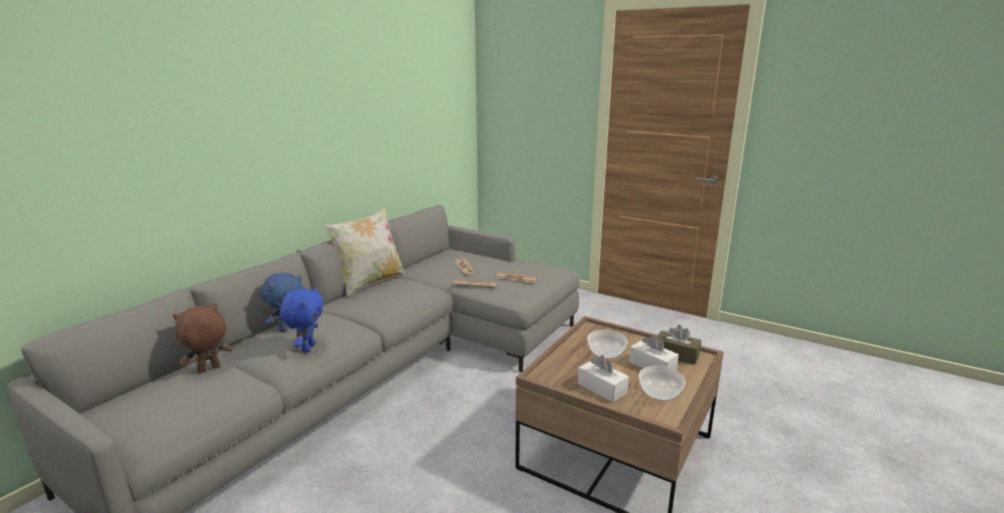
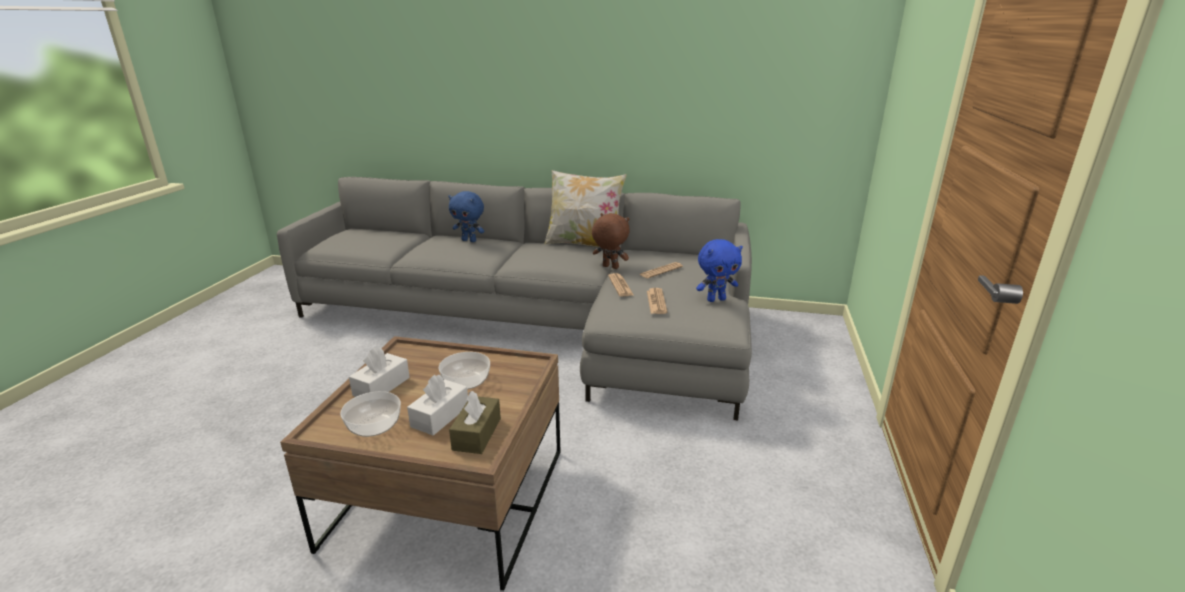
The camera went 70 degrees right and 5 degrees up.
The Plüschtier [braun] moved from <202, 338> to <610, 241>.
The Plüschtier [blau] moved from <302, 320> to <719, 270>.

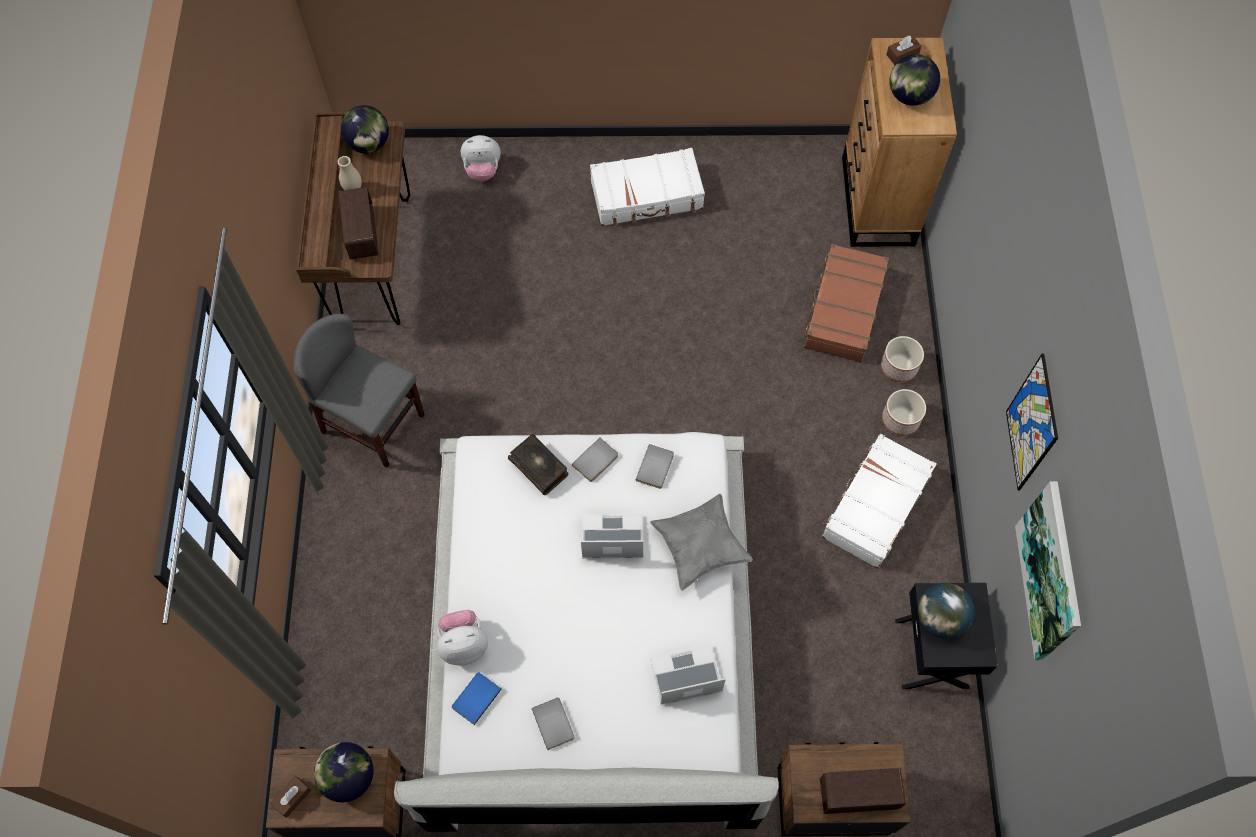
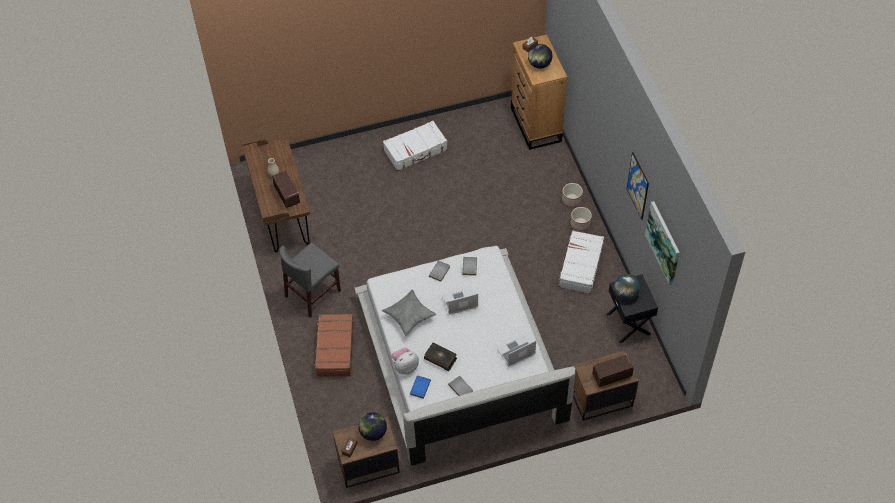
The camera went 15 degrees left and 10 degrees down.
The Stuhl [grau] at <359, 391> turned 60 degrees counterclockwise.
The Koffer [braun] moved from <845, 303> to <334, 345>.
The Kissen [grau] moved from <701, 542> to <409, 313>.
The Buch moved from <538, 464> to <440, 357>.
The Globus at <365, 129> disappeared.
The Plüschtier at <481, 158> disappeared.

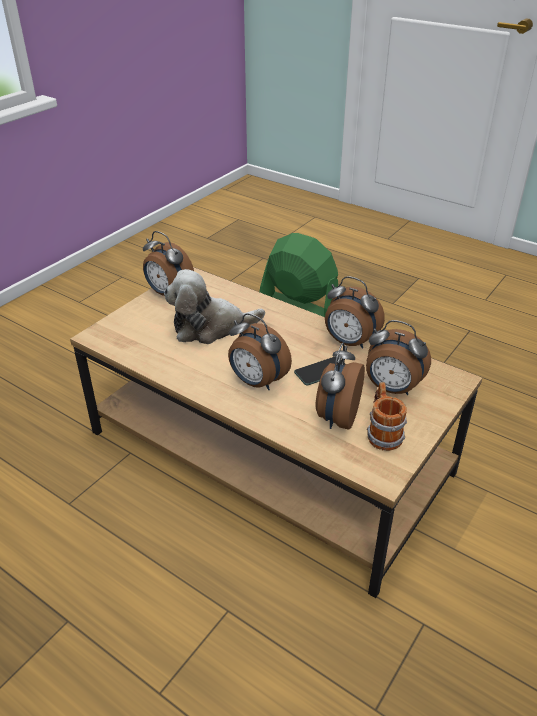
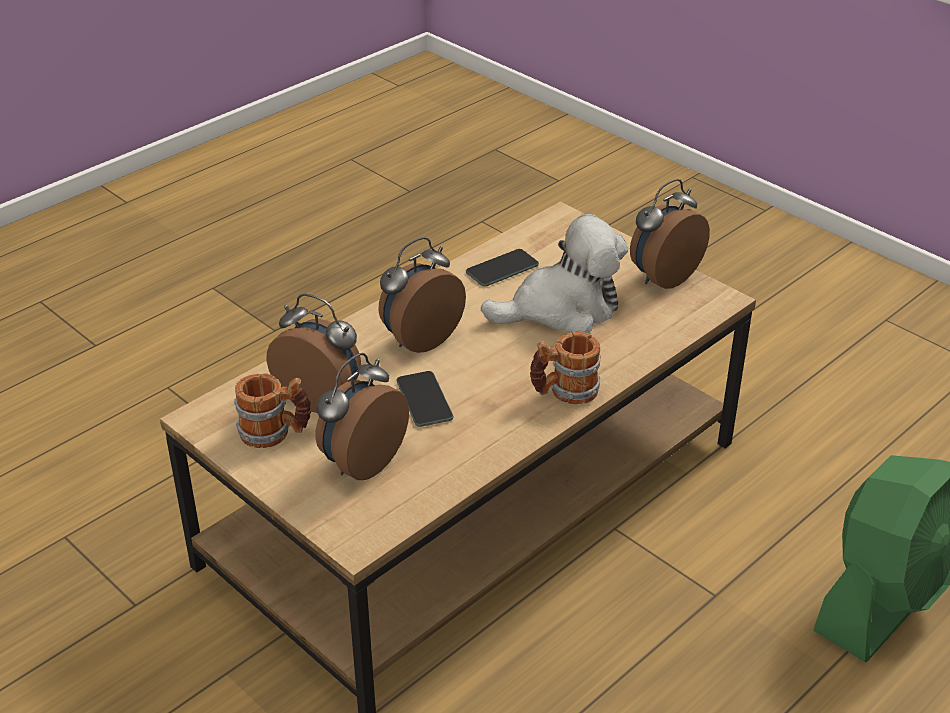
The camera went 100 degrees right and 0 degrees up.
The Handy at <502, 268> appeared.
The Plüschtier at <214, 306> turned 75 degrees clockwise.
The Henkelbecher at <565, 368> appeared.
The Wecker at <355, 312> disappeared.

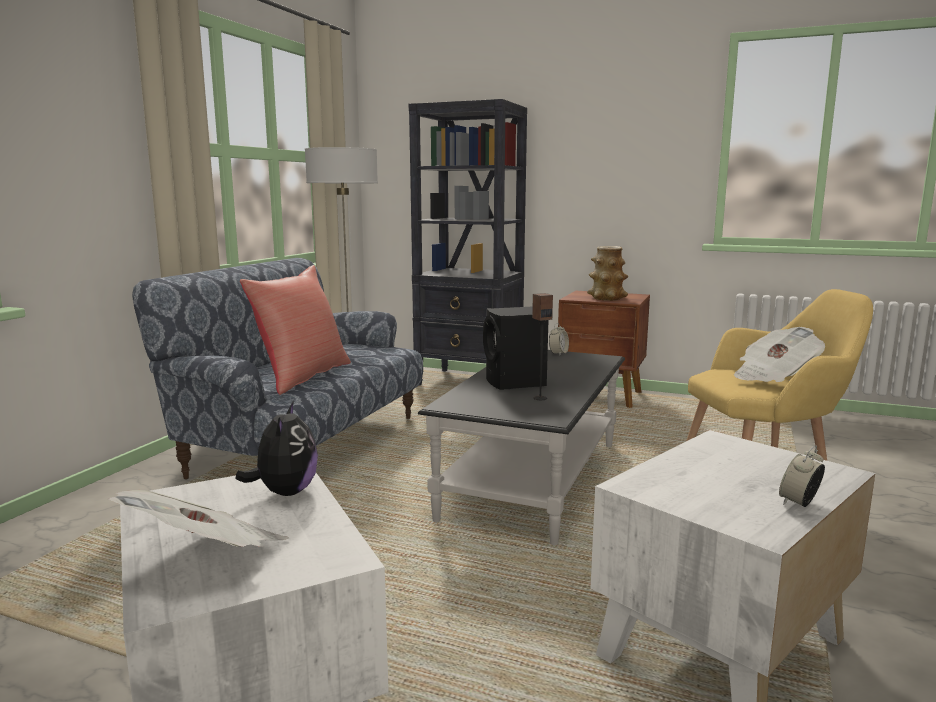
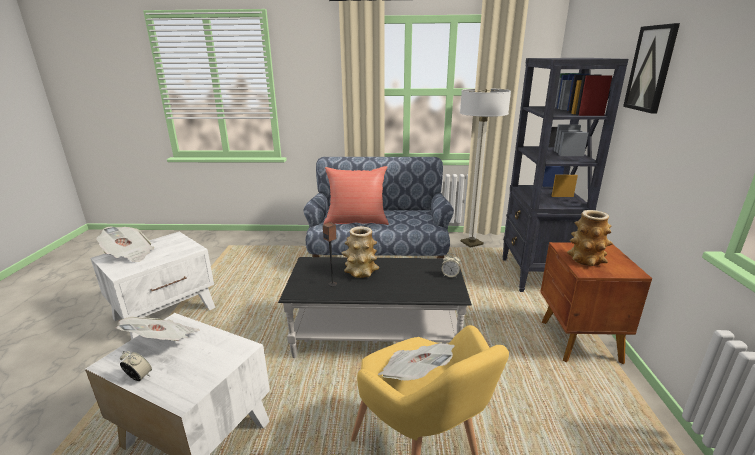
The camera went 70 degrees right and 10 degrees up.
The Zeitung at <158, 329> appeared.
The Lautsprecher [schwarz] at <515, 348> was replaced by the Vase at <360, 252>.
The Bild at <651, 68> appeared.
The Plüschtier at <276, 448> disappeared.

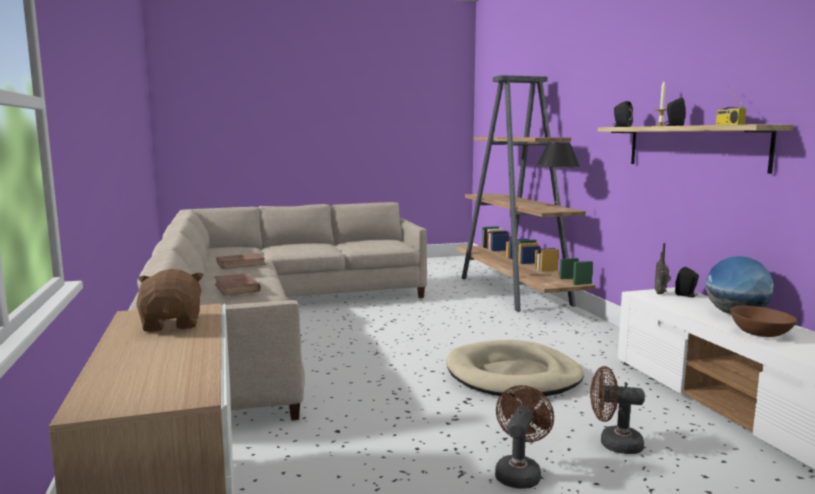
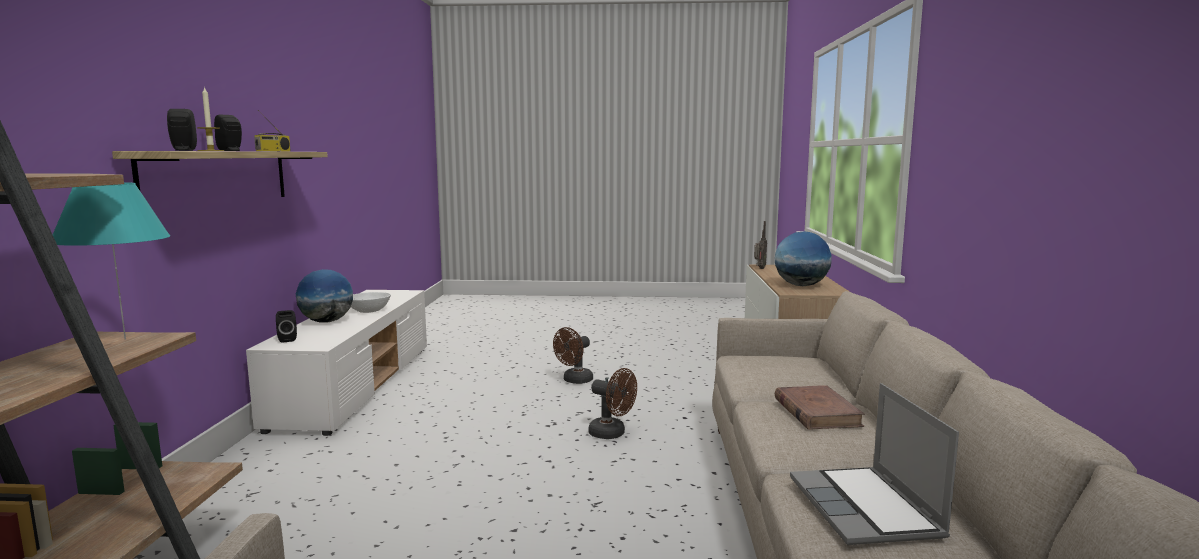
The camera went 160 degrees left and 0 degrees up.
The Tischlampe [schwarz] at <558, 174> became the Tischlampe [türkis] at <111, 261>.
The Schüssel [braun] at <763, 321> became the Schüssel [weiß] at <371, 302>.
The Ventilator [braun] moved from <617, 410> to <612, 403>.
The Radio moved from <663, 268> to <760, 245>.
The Plüschtier [braun] at <170, 300> was replaced by the Globus at <803, 259>.
The Buch [braun] at <241, 261> was replaced by the Laptop at <874, 464>.
The Hundebett [beige] at <515, 368> disappeared.

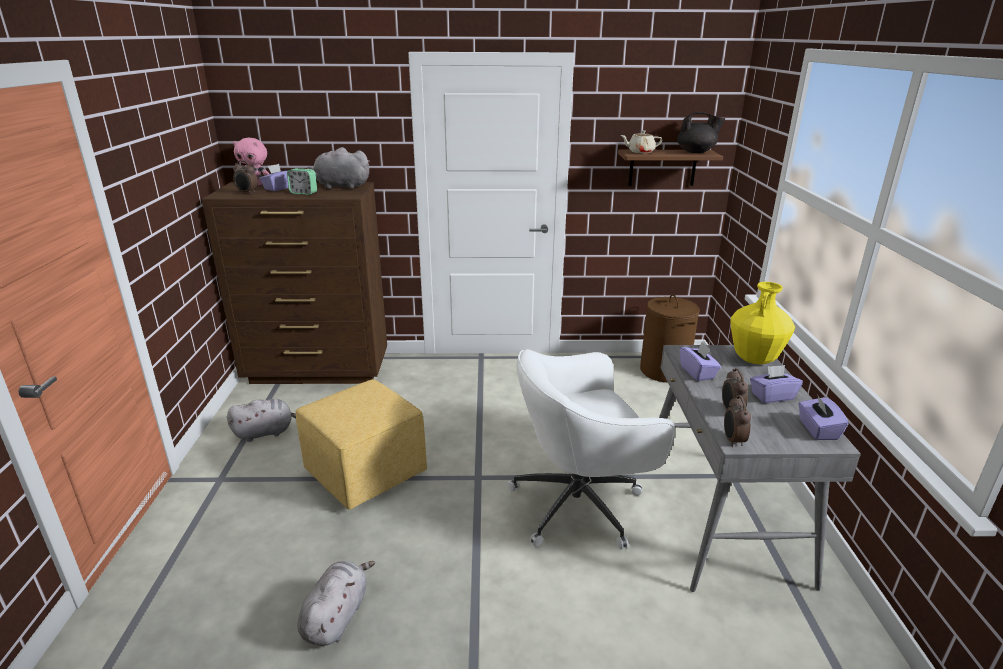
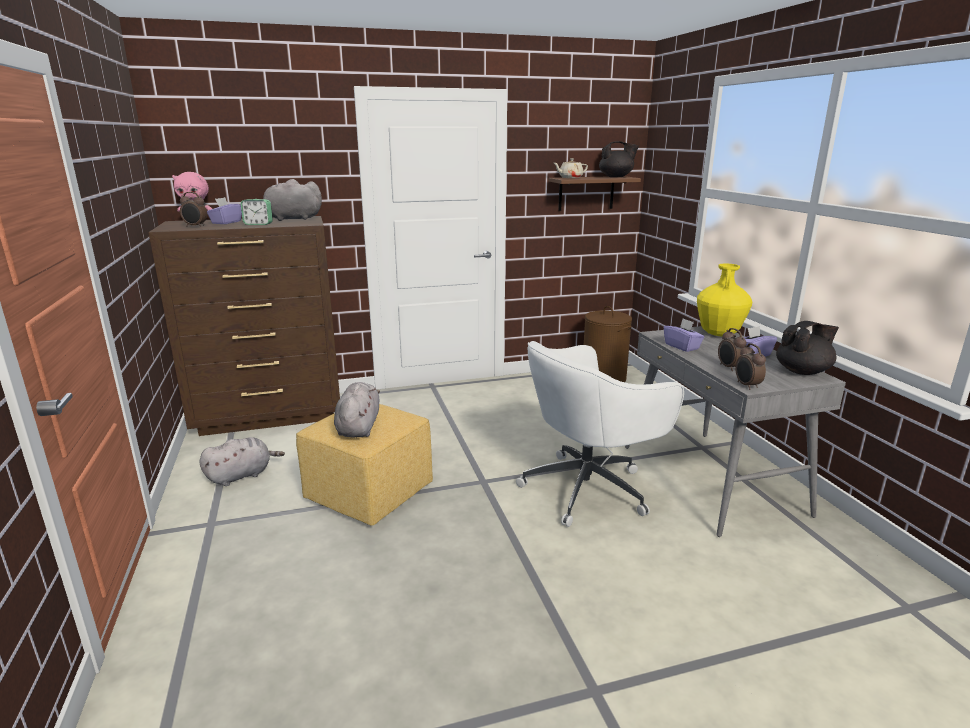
The camera went 15 degrees left and 5 degrees down.
The Plüschtier [grau] moved from <336, 603> to <357, 409>.
The Taschentuchbox [lila] at <823, 417> was replaced by the Teekanne [schwarz] at <807, 348>.

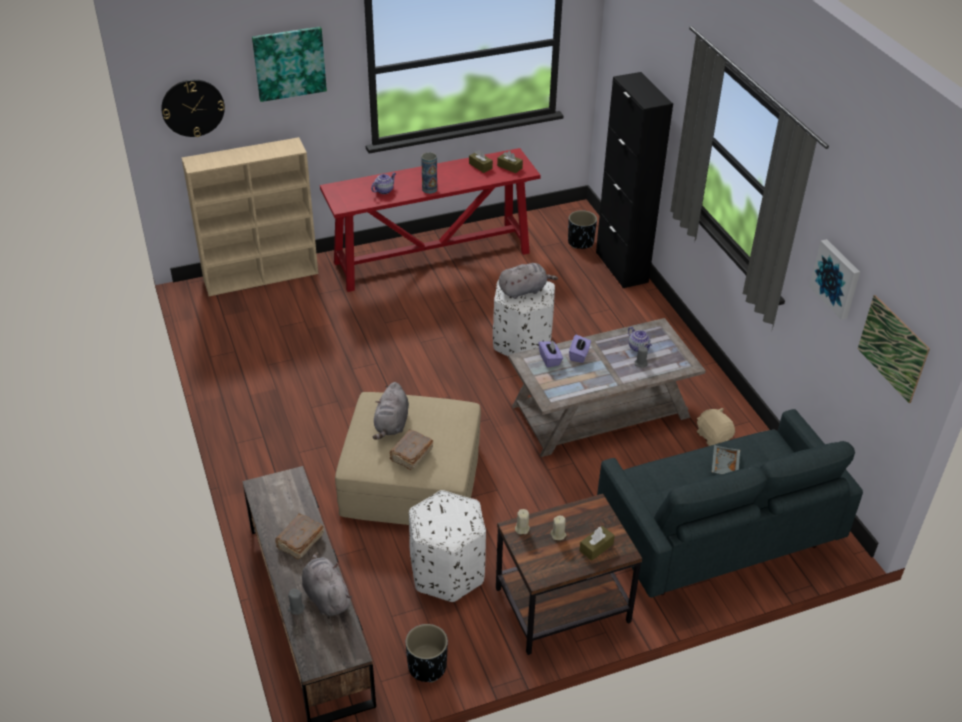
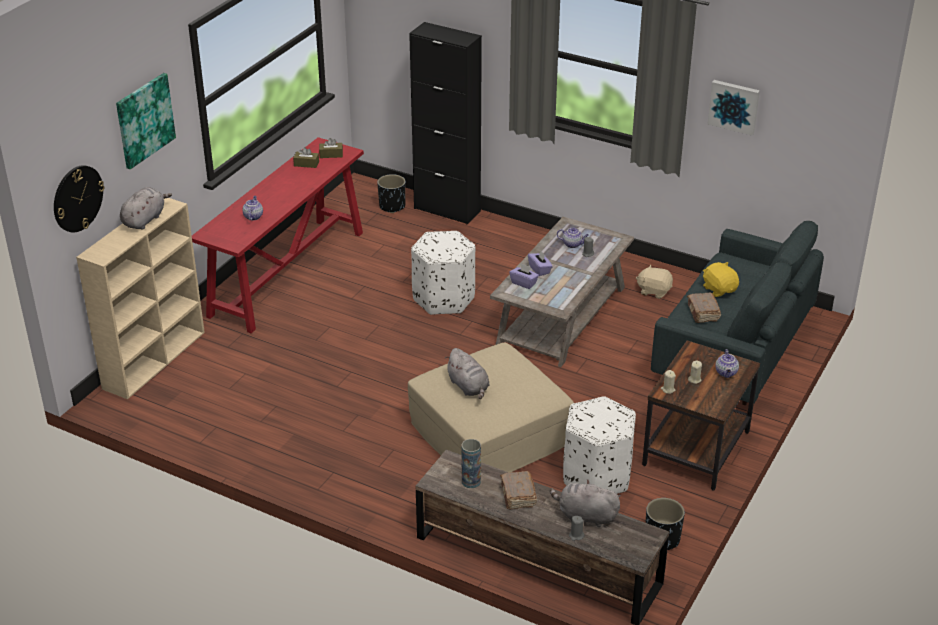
The camera went 40 degrees left and 5 degrees down.
The Plüschtier [grau] moved from <528, 281> to <146, 208>.
The Vase moved from <429, 173> to <471, 463>.
The Buch [braun] moved from <411, 449> to <704, 308>.
The Tablett [grau] at <726, 459> was replaced by the Plüschtier [gelb] at <721, 279>.
The Taschentuchbox [braun] at <597, 543> was replaced by the Teekanne at <727, 363>.
The Bild at <894, 349> disappeared.

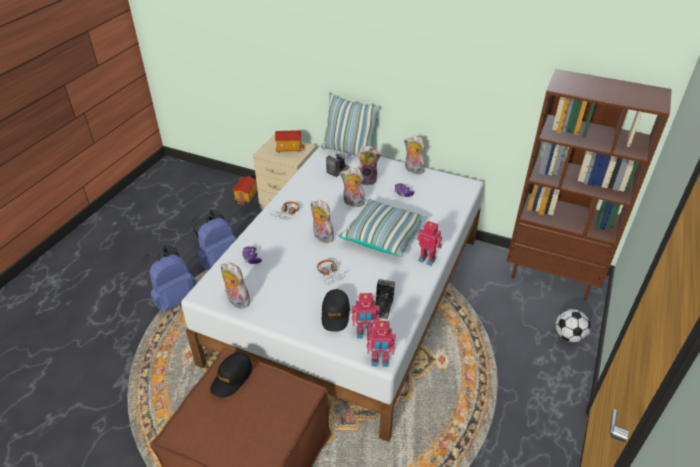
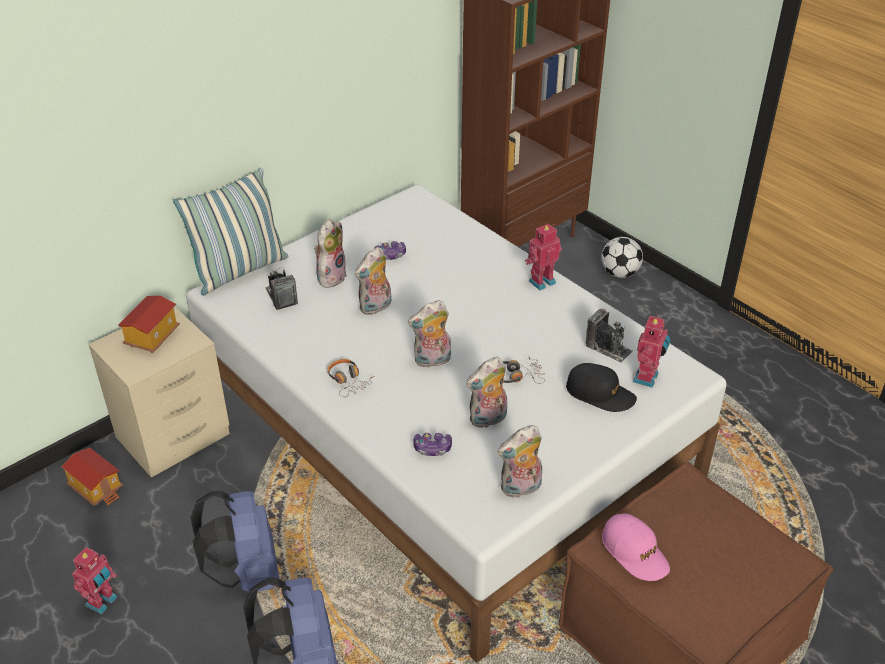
The camera went 65 degrees left and 0 degrees up.
The Spielzeugroboter moved from <381, 343> to <94, 580>.
The Plüschtier moved from <414, 154> to <486, 392>.
The Kappe [schwarz] at <231, 375> became the Kappe [rosa] at <636, 547>.
The Kissen at <382, 228> disappeared.

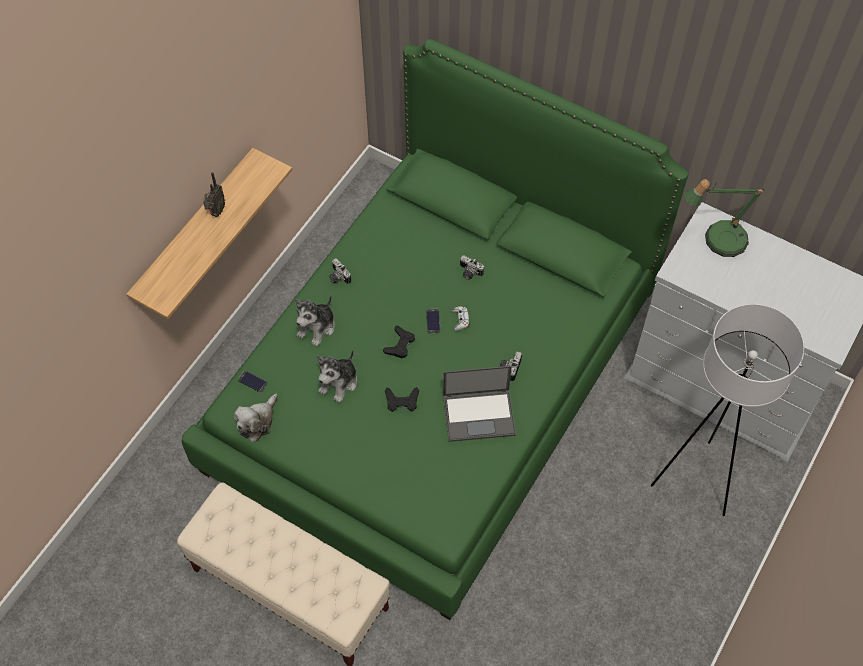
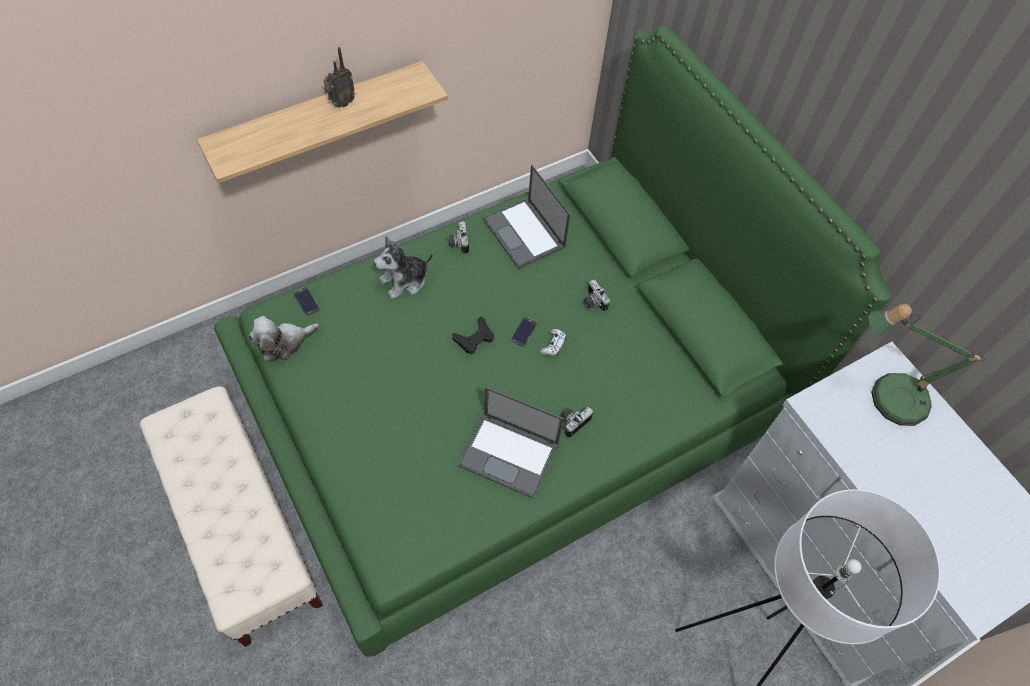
The camera went 25 degrees right and 0 degrees up.
The Laptop at <527, 217> appeared.
The Plüschtier at <337, 376> disappeared.
The Gamepad [schwarz] at <402, 399> disappeared.

